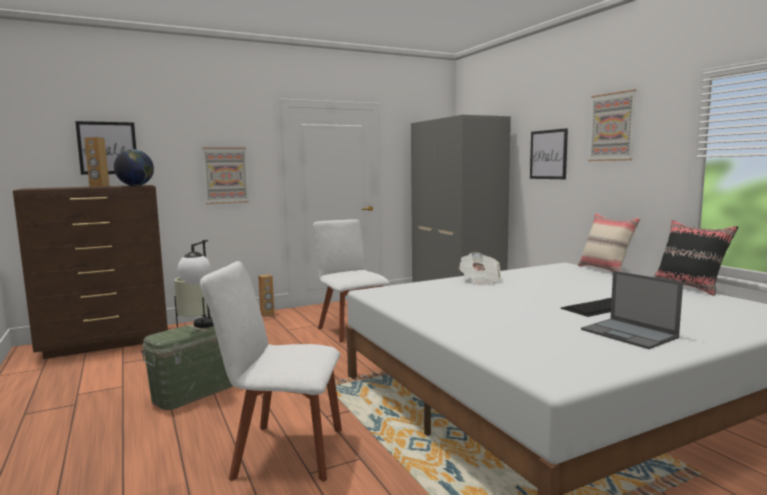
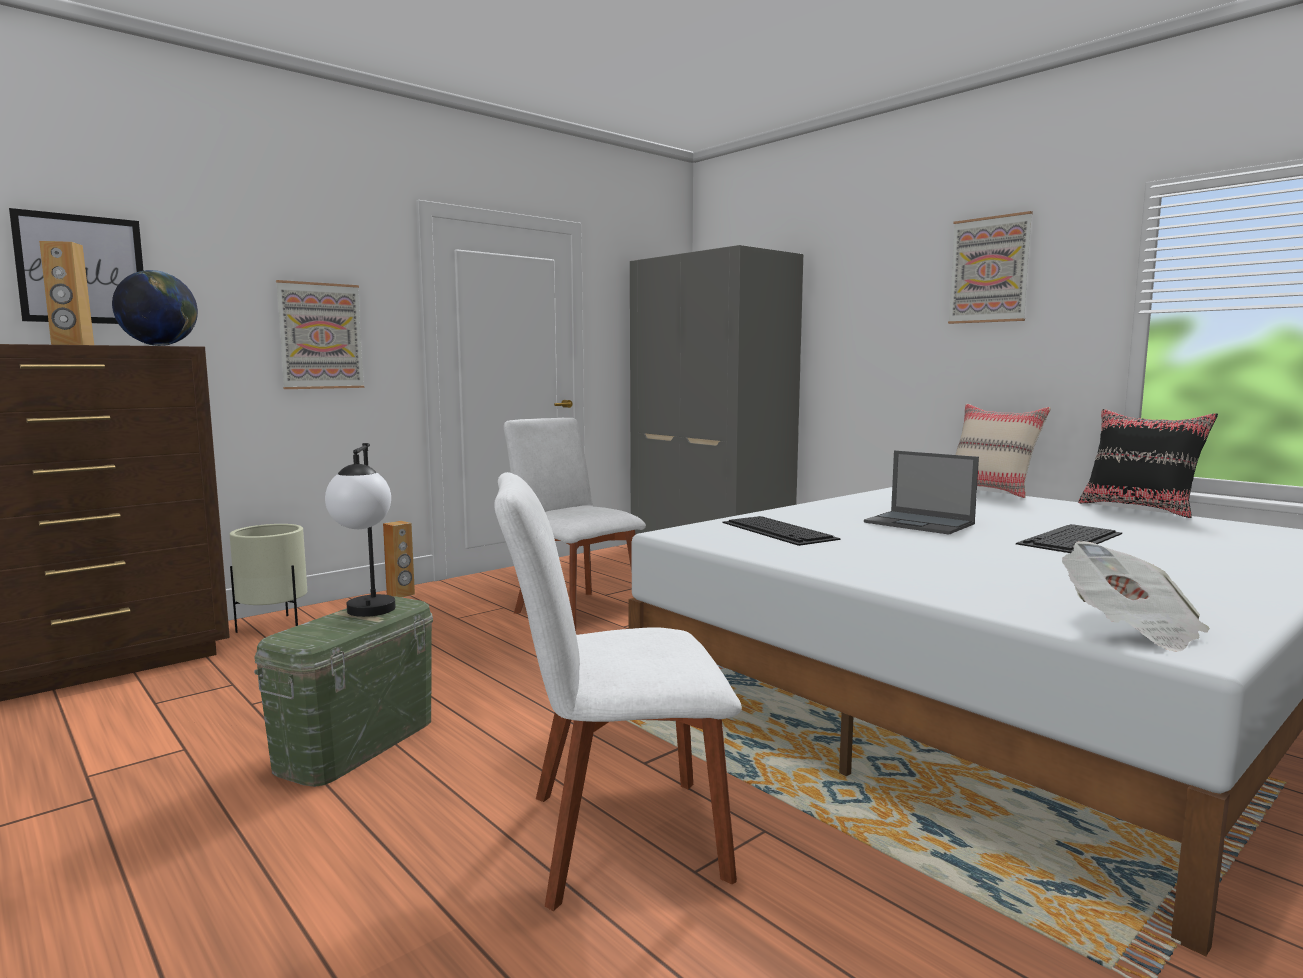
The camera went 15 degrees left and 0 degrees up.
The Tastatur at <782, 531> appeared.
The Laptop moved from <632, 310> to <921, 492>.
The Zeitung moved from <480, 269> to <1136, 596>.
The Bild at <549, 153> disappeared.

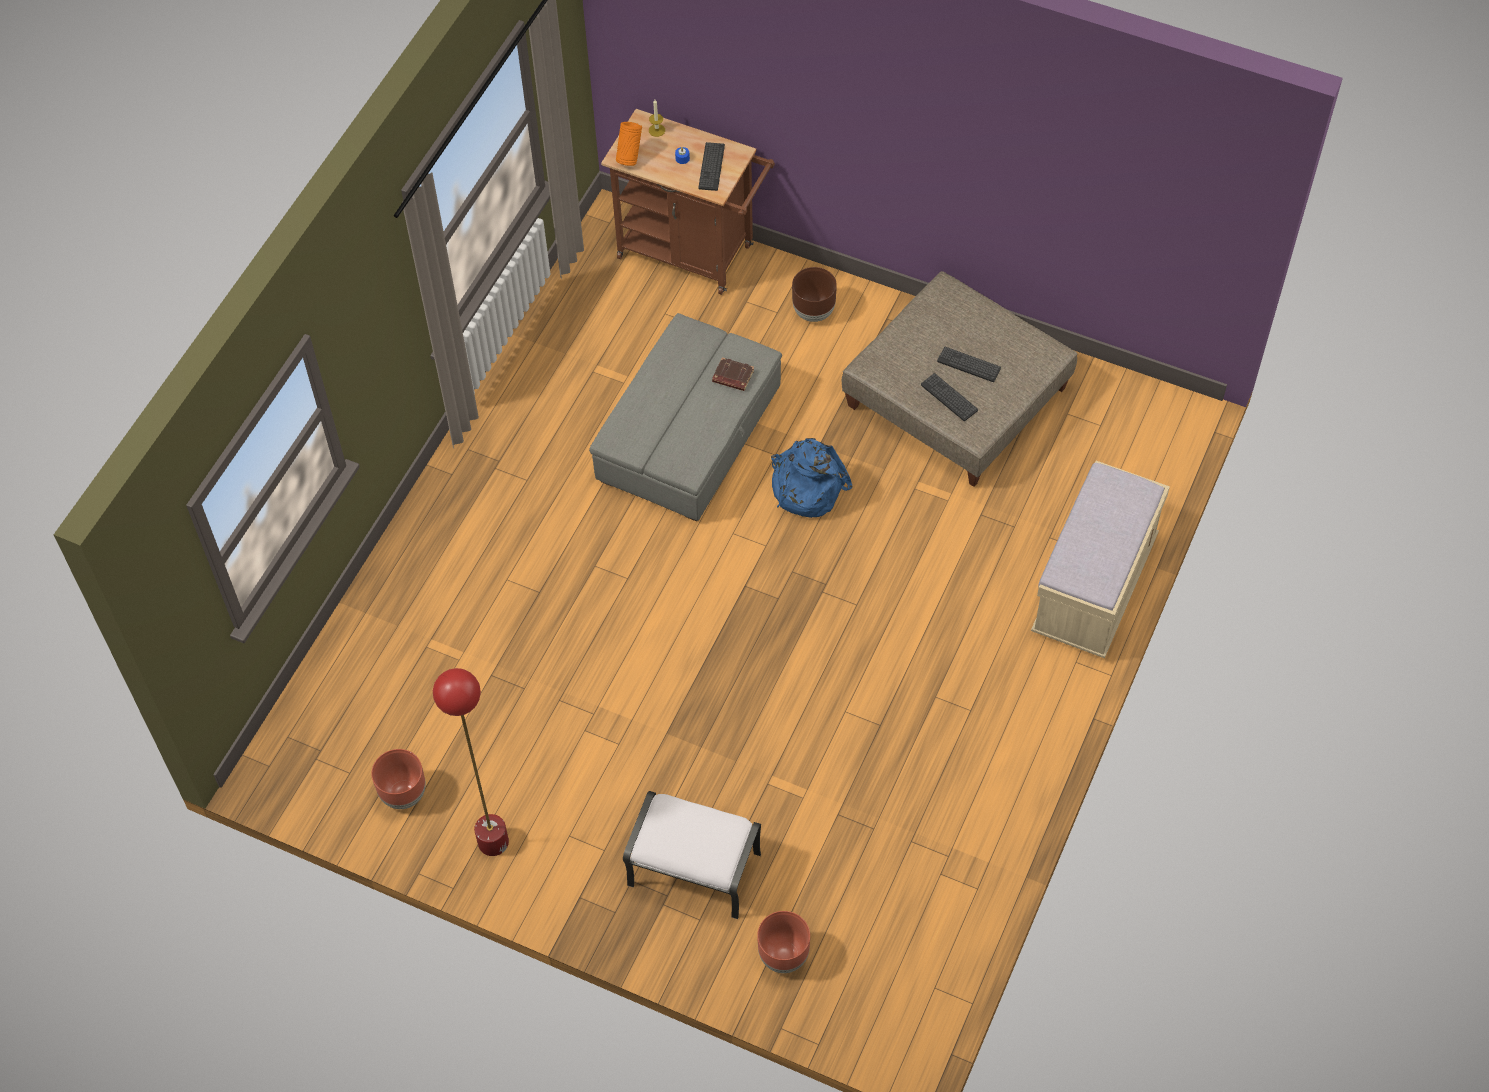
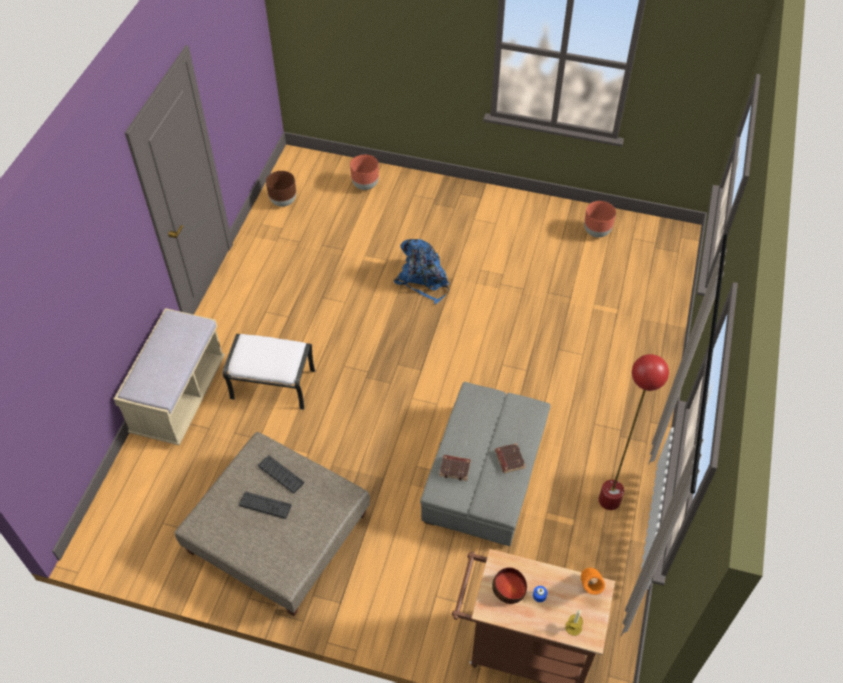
The camera went 170 degrees right and 5 degrees down.
The Polsterhocker [weiß] moved from <692, 855> to <269, 372>.
The Pflanzkübel [braun] moved from <814, 294> to <281, 189>.
The Rucksack [blau] moved from <811, 478> to <422, 271>.
The Tastatur at <712, 166> was replaced by the Schüssel at <509, 585>.
The Buch [braun] at <510, 458> appeared.
The Stehlampe [rot] moved from <471, 762> to <634, 432>.

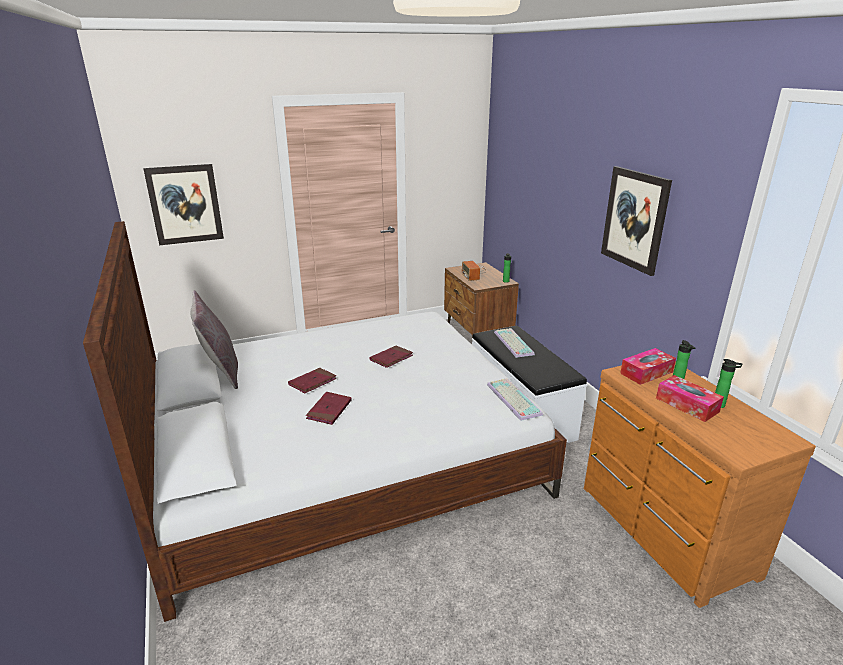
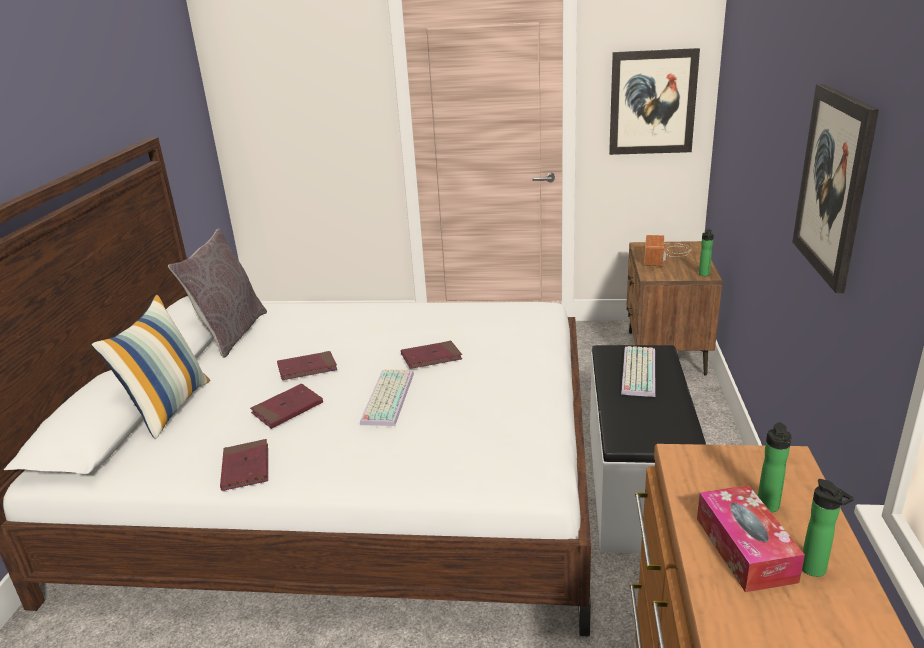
The camera went 30 degrees right and 0 degrees up.
The Kissen at <150, 366> appeared.
The Buch [rot] at <244, 465> appeared.
The Tastatur moved from <515, 399> to <387, 397>.
The Bild moved from <183, 204> to <654, 101>.
The Taschentuchbox at <648, 366> disappeared.

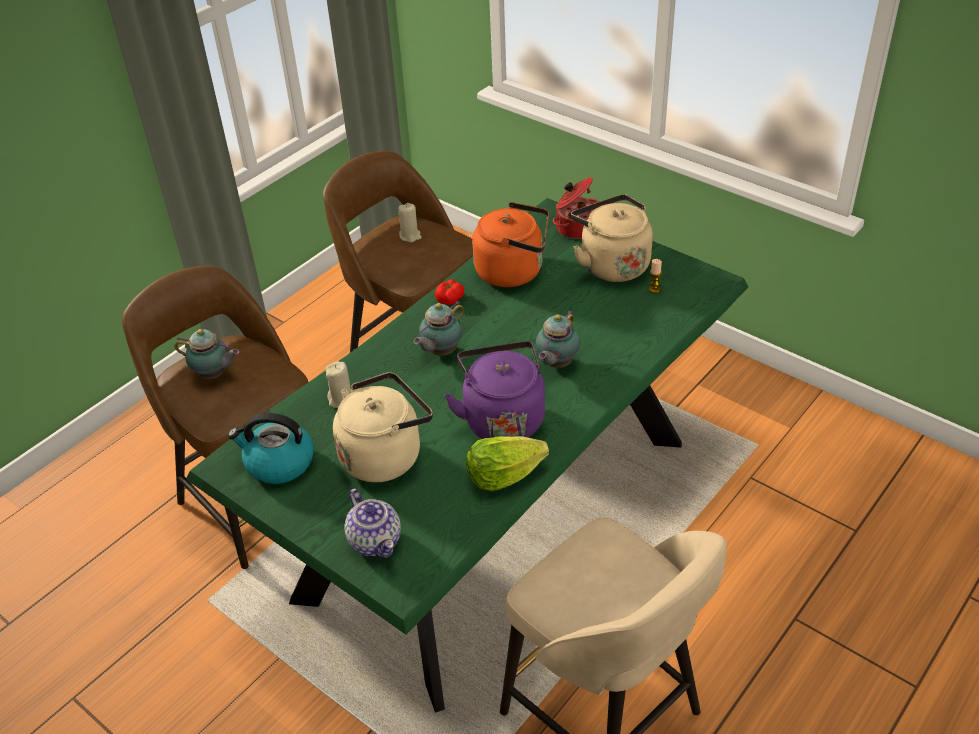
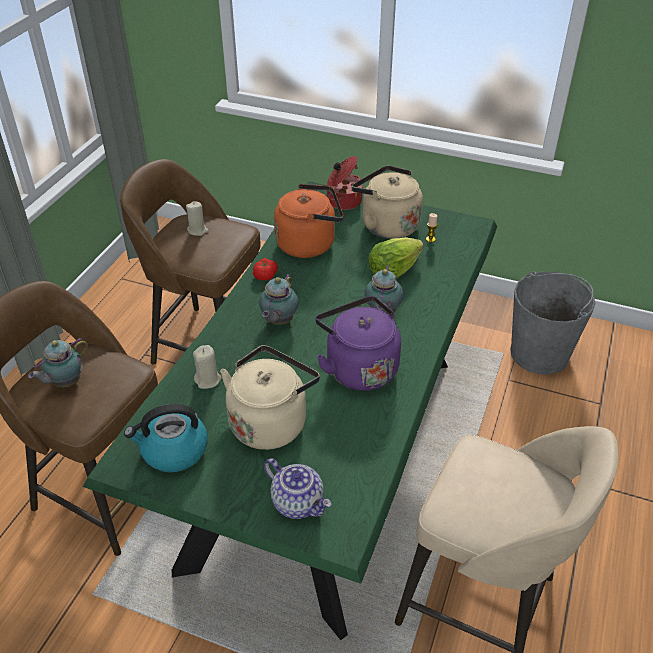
The camera went 20 degrees left and 0 degrees up.
The Teekanne at <206, 354> turned 135 degrees clockwise.
The Salatkopf moved from <507, 463> to <396, 257>.
The Eimer [grau] at <553, 323> appeared.

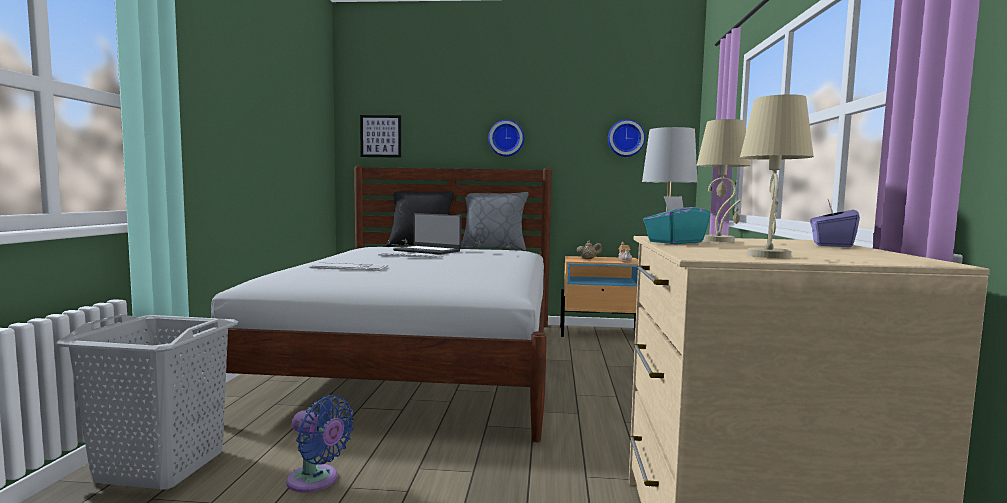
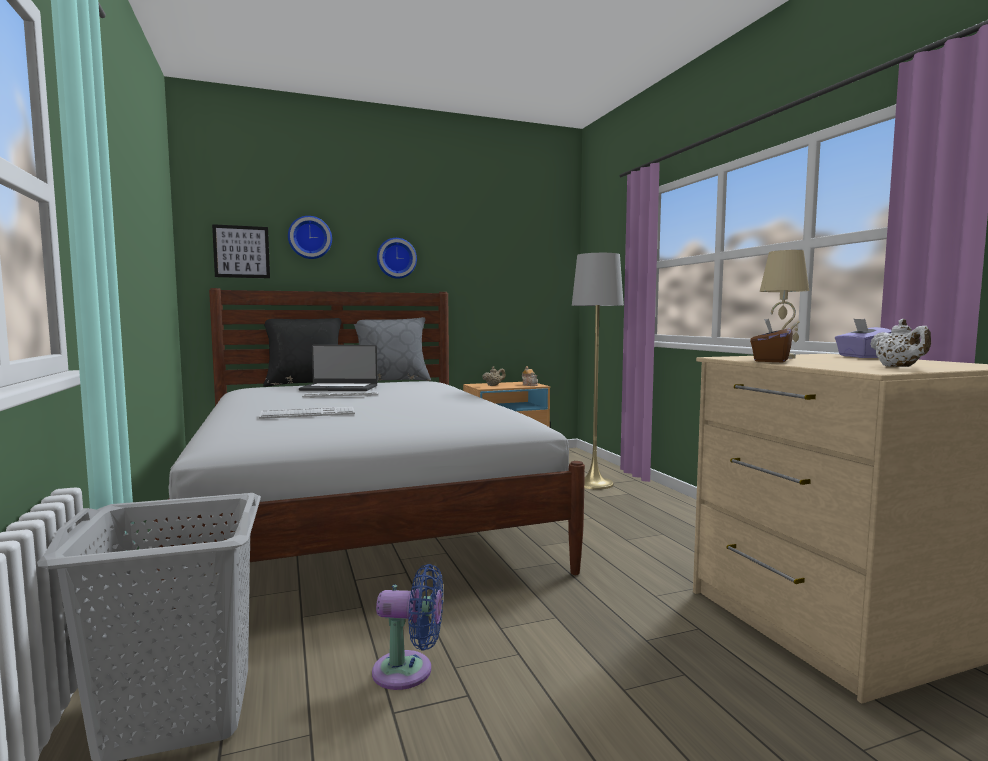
The camera went 25 degrees left and 0 degrees up.
The Wanduhr moved from <626, 138> to <310, 237>.
The Taschentuchbox [türkis] at <676, 220> became the Taschentuchbox [braun] at <771, 341>.
The Tischlampe [beige] at <777, 176> was replaced by the Teekanne [weiß] at <900, 343>.

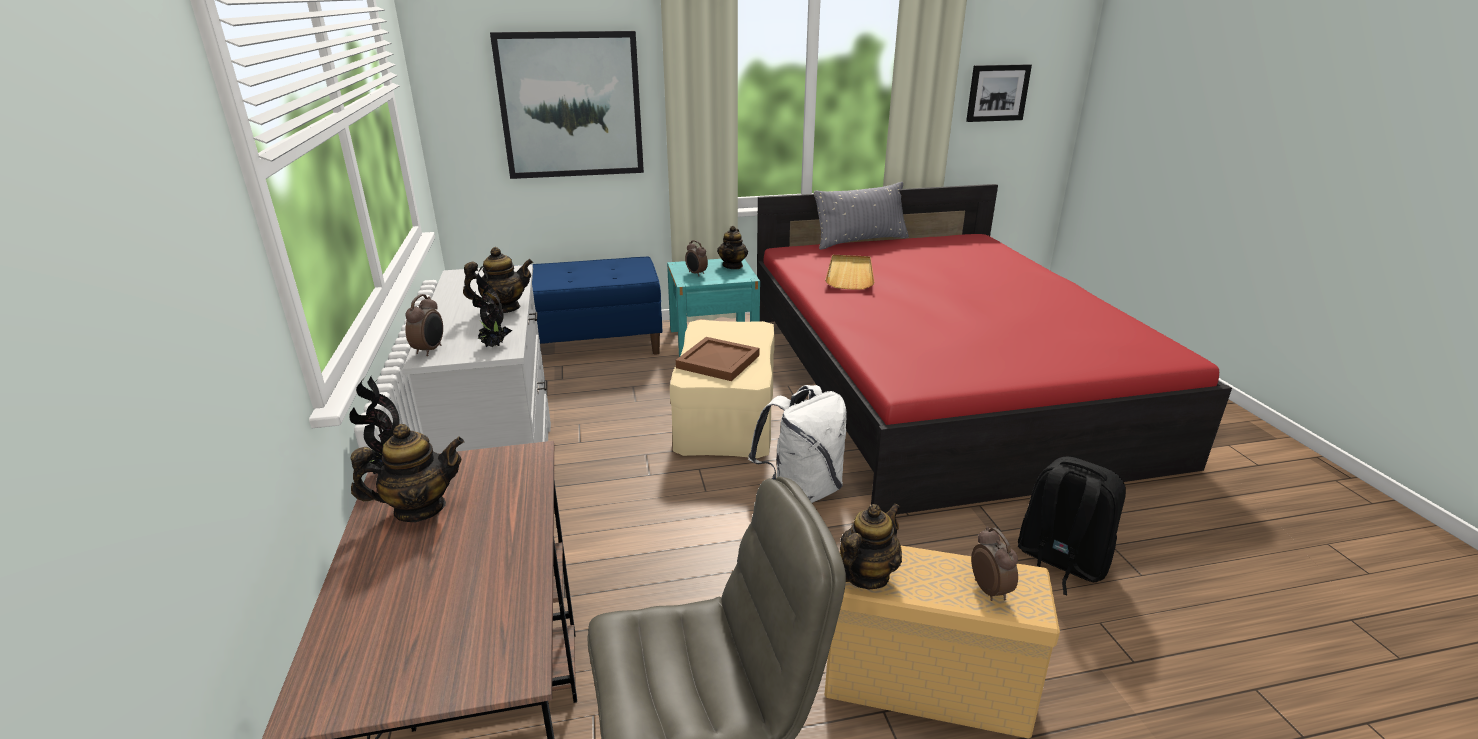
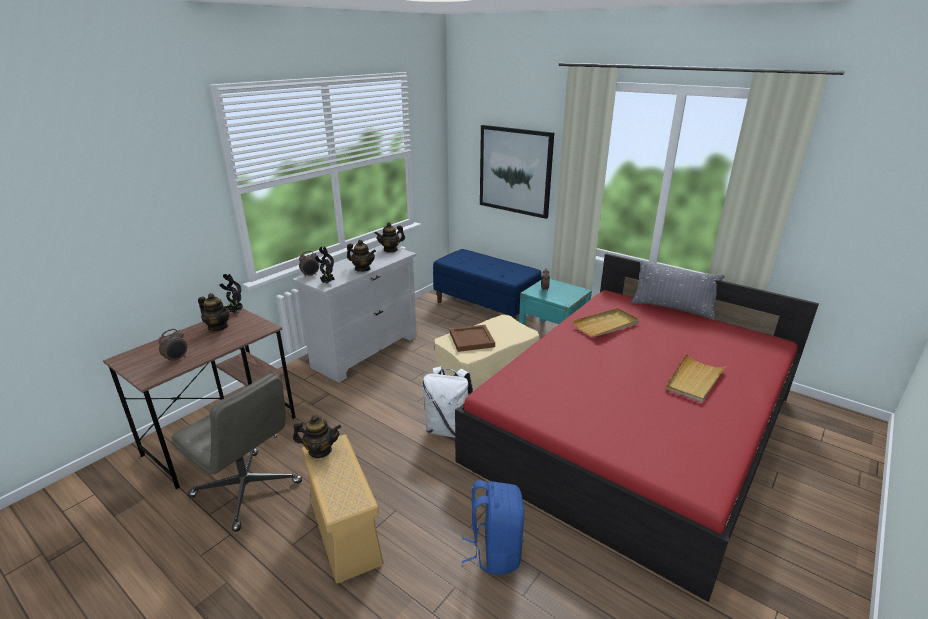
The camera went 50 degrees right and 0 degrees up.
The Wecker moved from <994, 563> to <172, 346>.
The Teekanne moved from <732, 247> to <390, 237>.
The Rucksack [schwarz] at <1071, 526> became the Rucksack [blau] at <493, 527>.
The Tablett [beige] at <696, 378> appeared.
The Bild at <999, 93> disappeared.

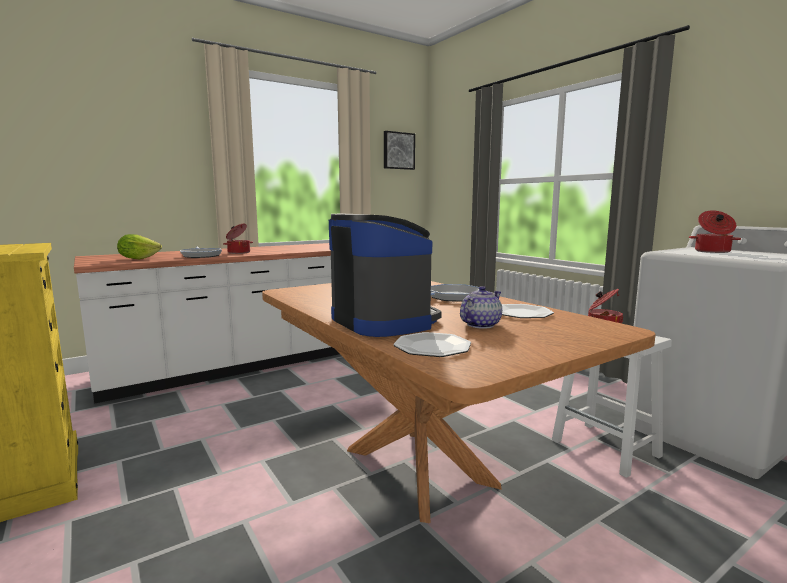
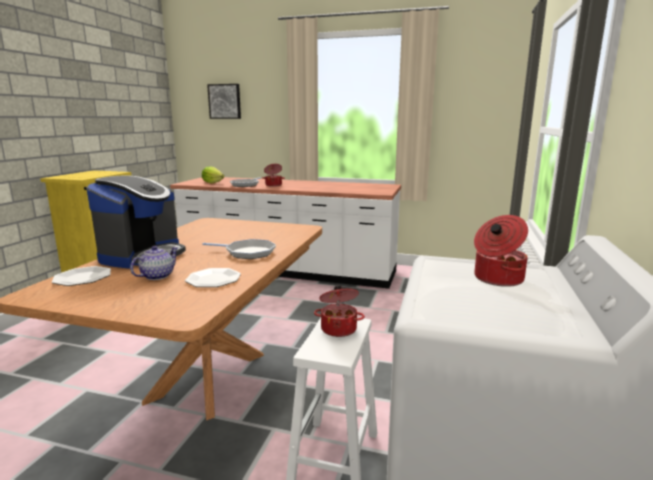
The camera went 50 degrees right and 5 degrees up.
The Teekanne at <481, 307> turned 60 degrees counterclockwise.
The Bild moved from <399, 150> to <224, 101>.

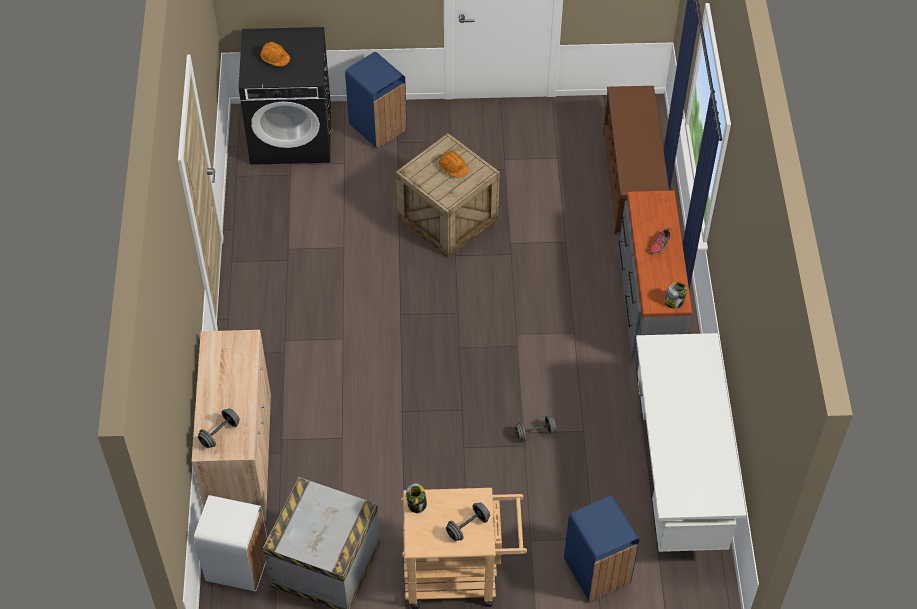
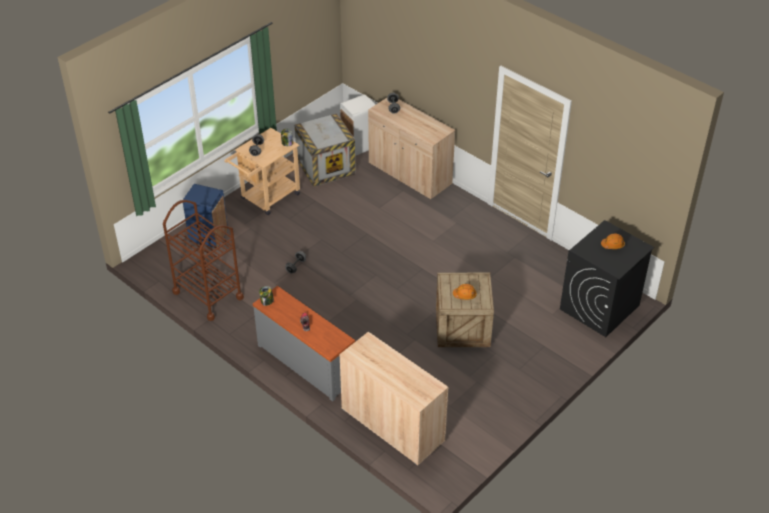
The camera went 135 degrees right and 10 degrees down.
The Schreibtisch [weiß] at <691, 442> was replaced by the Rollwagen [braun] at <203, 260>.
The Schuhregal [braun] at <636, 160> was replaced by the Schrank [beige] at <394, 399>.
The Mülleimer [blau] at <376, 100> disappeared.

